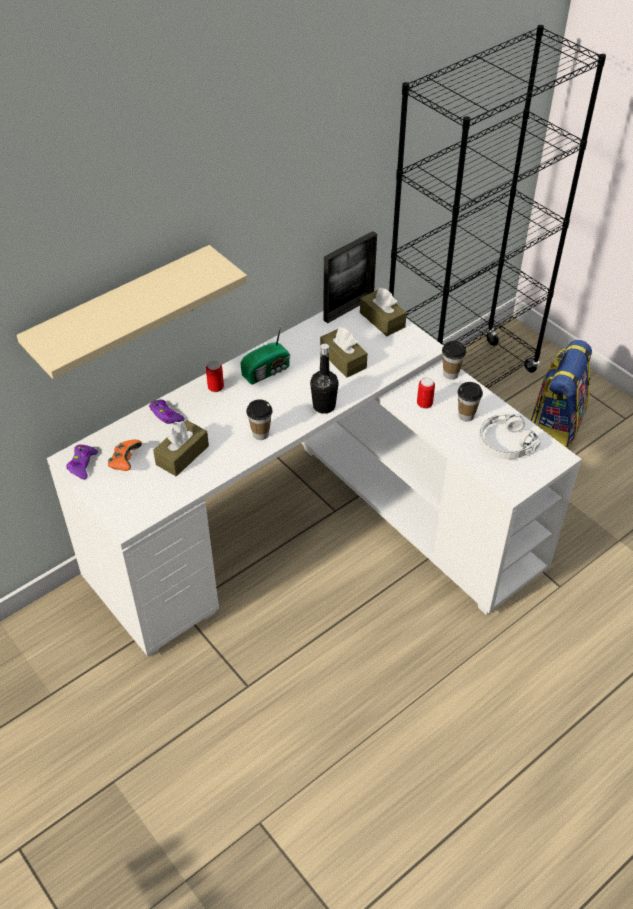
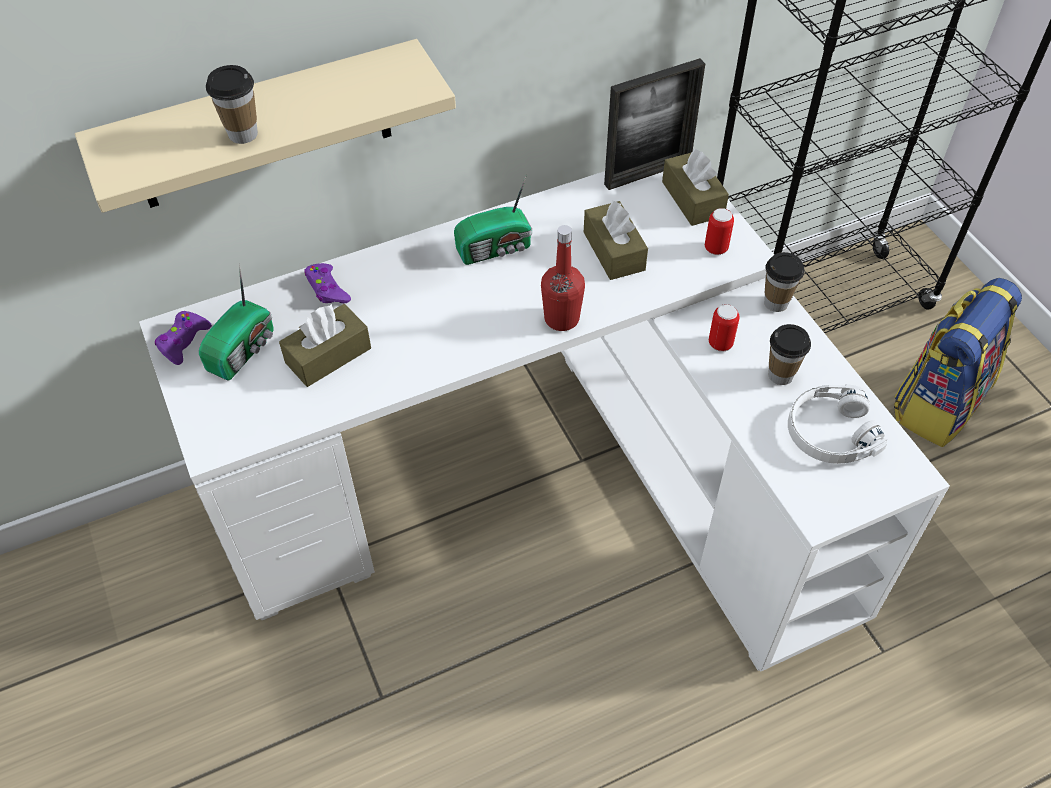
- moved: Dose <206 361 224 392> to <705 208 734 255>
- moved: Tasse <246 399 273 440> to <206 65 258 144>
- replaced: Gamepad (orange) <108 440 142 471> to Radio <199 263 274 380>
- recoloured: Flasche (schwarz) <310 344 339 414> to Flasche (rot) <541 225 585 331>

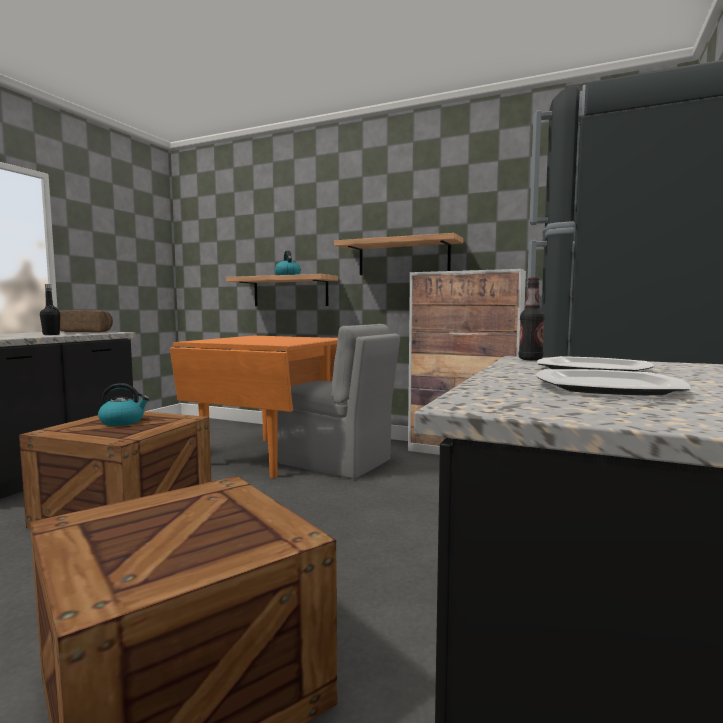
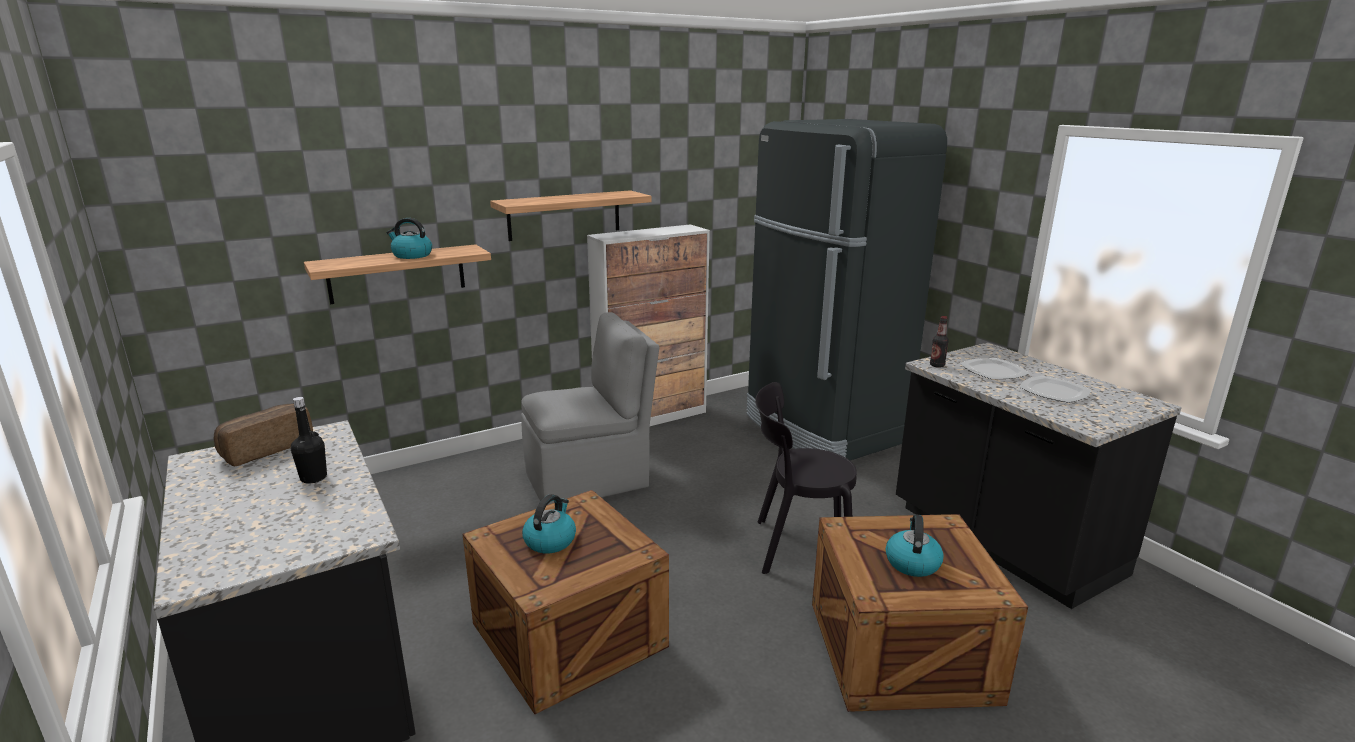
- removed: Esstisch (orange) <170 336 338 478>
- added: Stuhl (schwarz) <755 382 857 574>
- added: Wasserkessel <886 514 944 577>

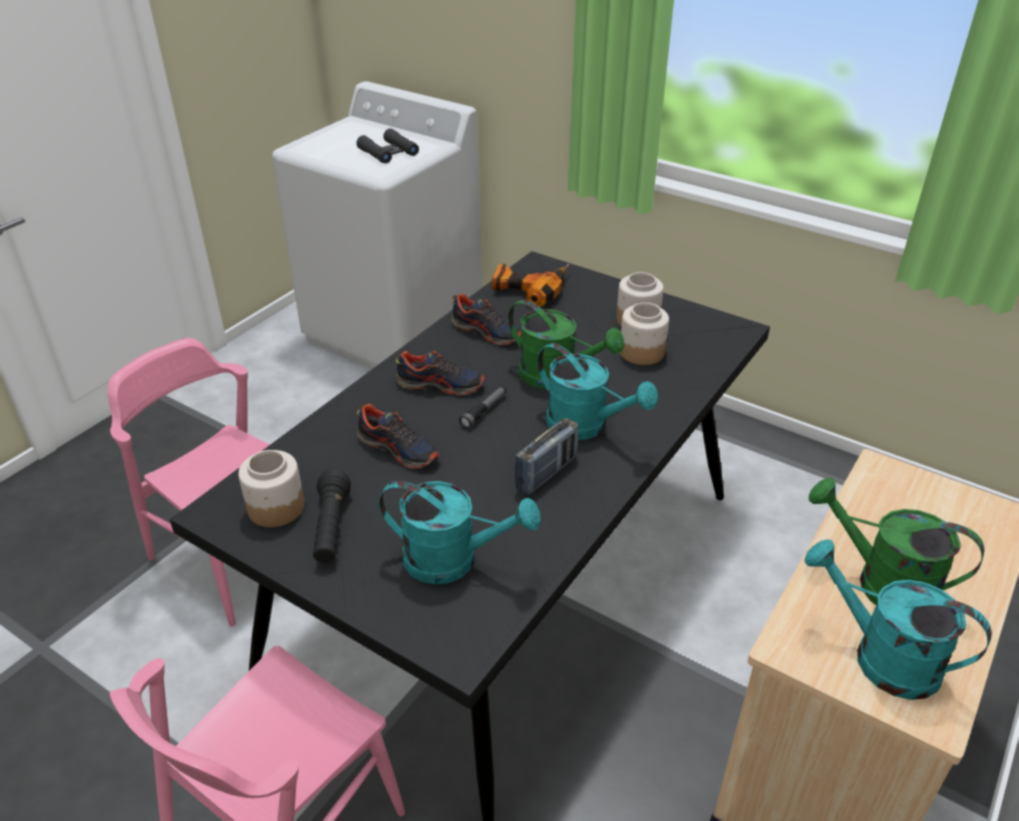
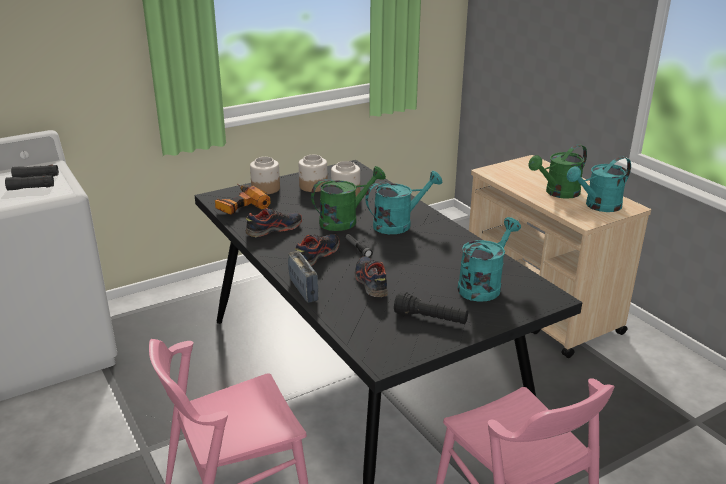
- moved: Vorratsglas <238 450 304 527> to <250 157 280 194>
- moved: Radio <514 418 578 495> to <288 251 318 303>
- turned: Schuh <357 404 439 469> = <355 256 388 297> 75 degrees counterclockwise

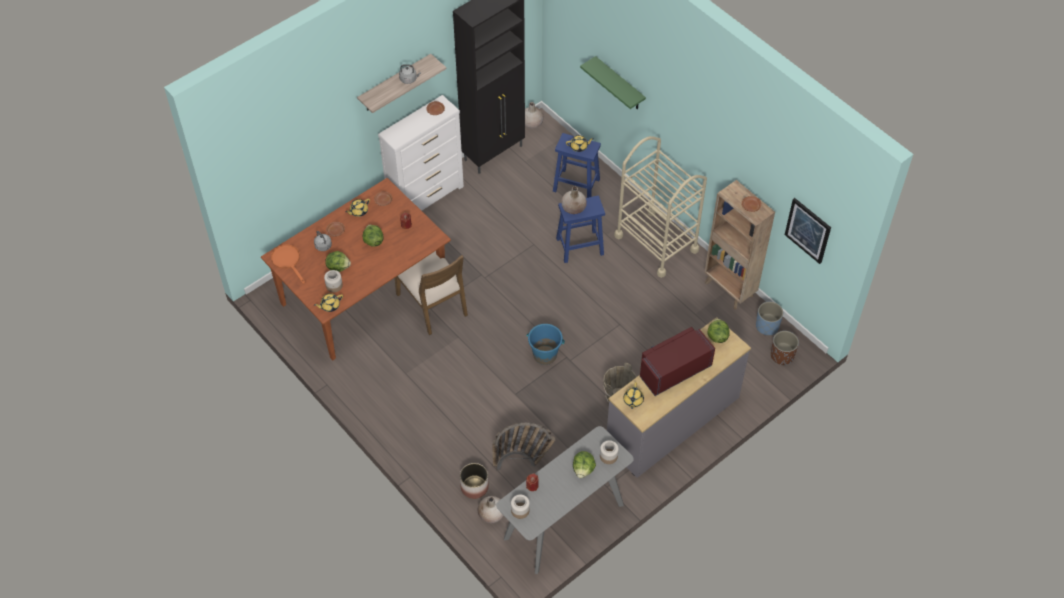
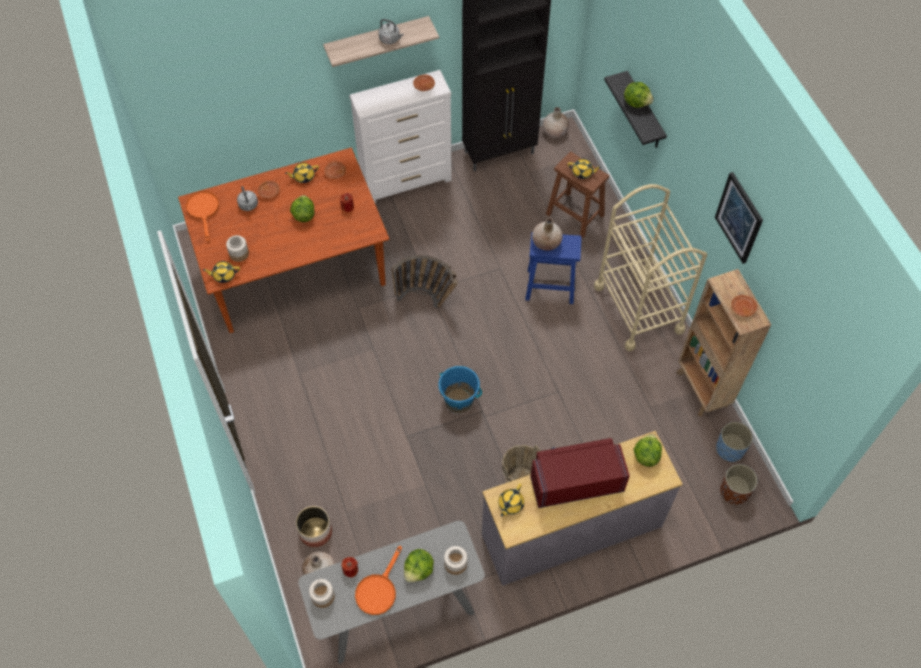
- removed: Stuhl (braun) <395 251 468 335>
- added: Pfanne (orange) <355 546 402 615>
- moved: Salatkopf <325 251 351 272> to <624 82 654 108>
- moved: Korb <492 422 556 471> to <392 255 458 309>
- moved: Bild <785 198 831 264> to <715 172 763 264>
- recoloured: Hocker (blau) <553 133 601 198> to Hocker (braun) <546 152 609 238>
- recoloured: Wandregal (grün) <580 56 646 110> to Wandregal (schwarz) <604 71 667 148>

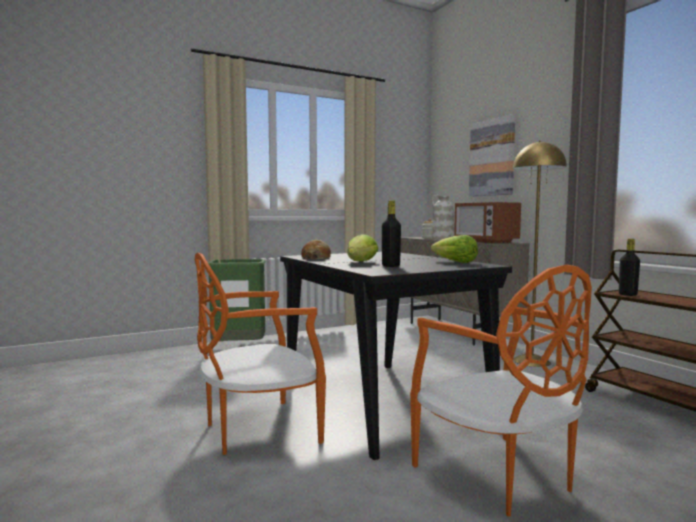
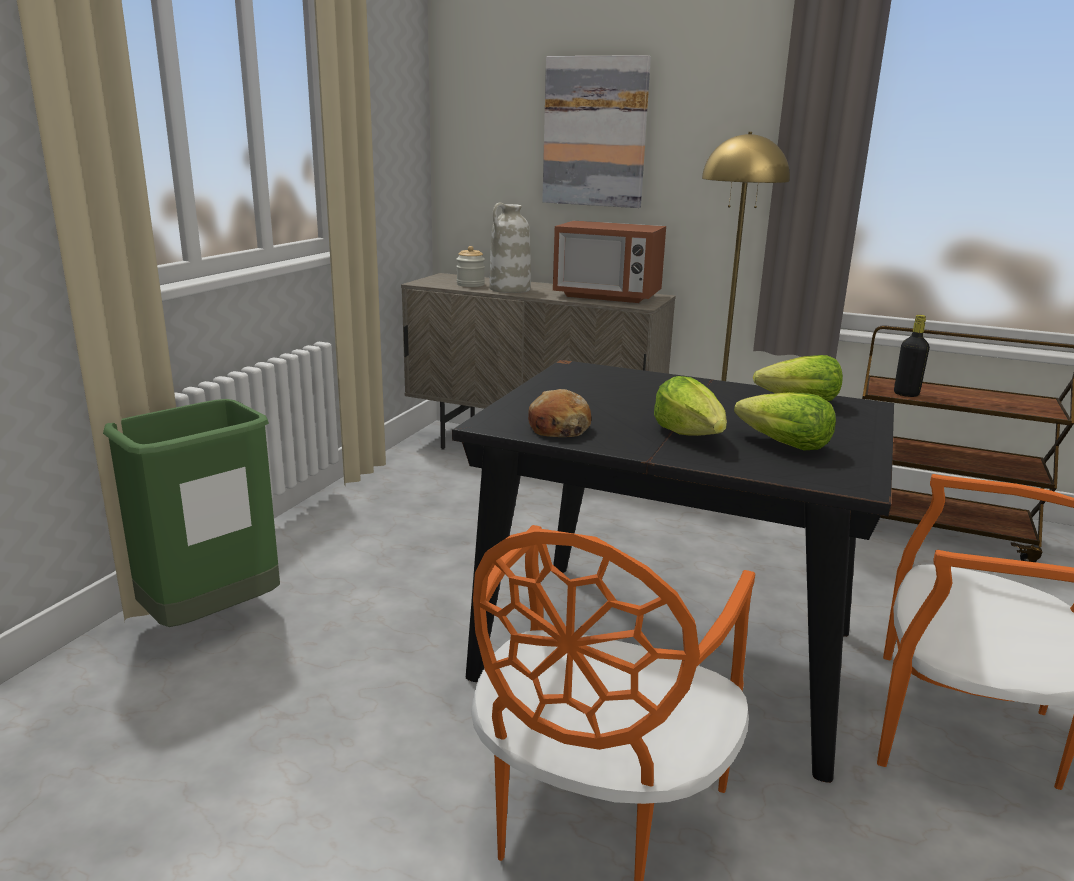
- replaced: Flasche (schwarz) <382 200 401 267> to Salatkopf <734 392 836 451>

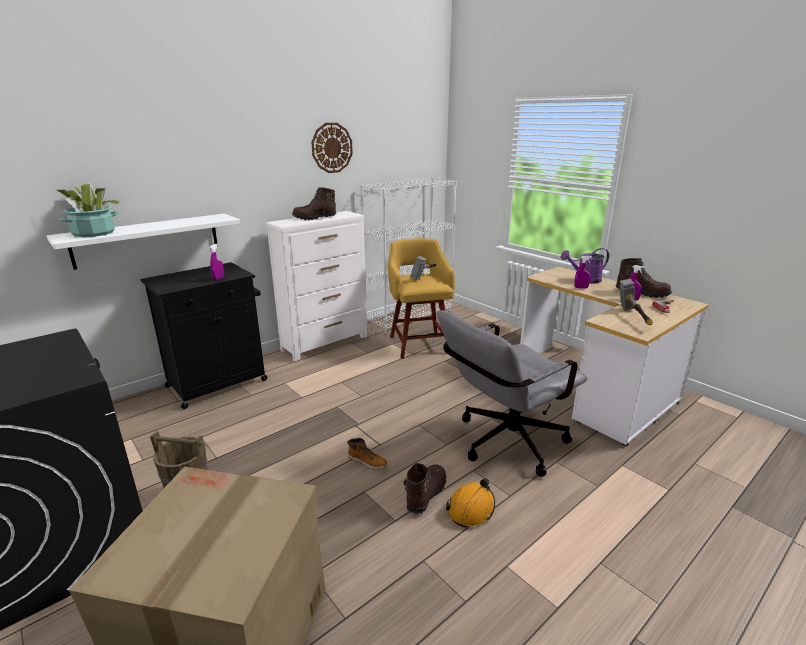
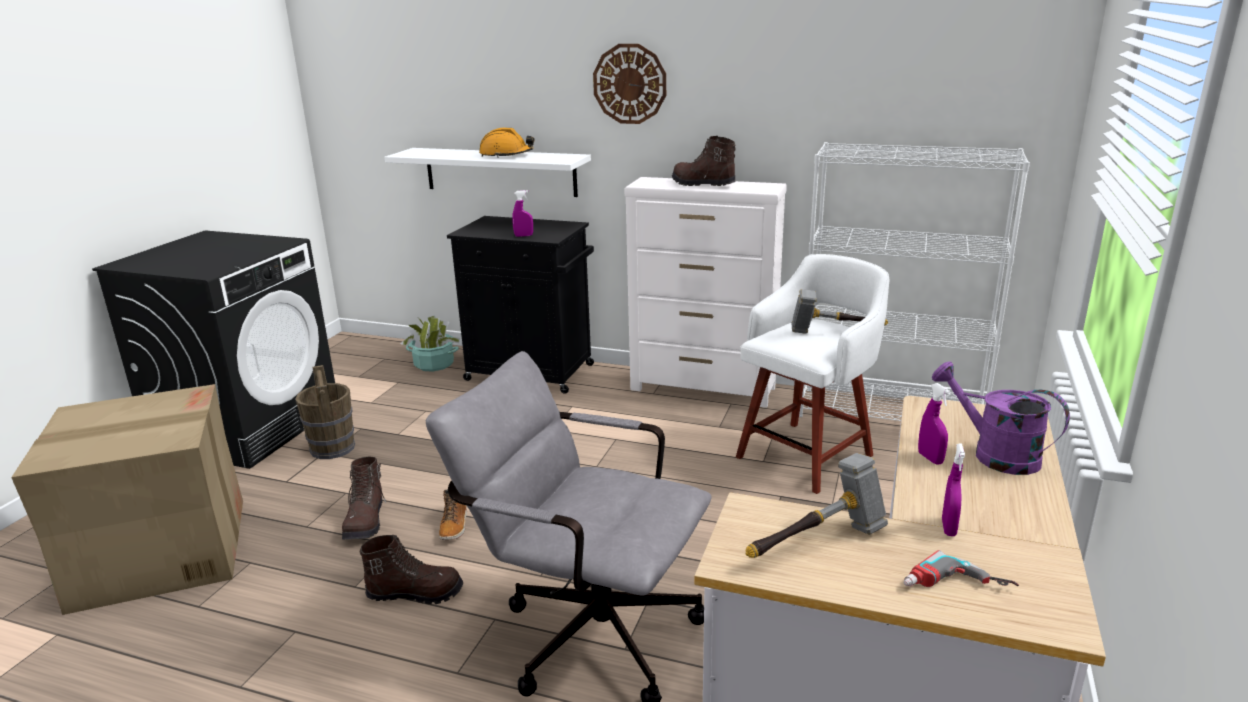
- moved: Topfpflanze <57 183 120 237> to <400 315 460 372>
- moved: Wanduhr <311 123 353 173> to <593 44 666 124>
- moved: Schutzhelm (orange) <446 478 495 527> to <479 128 534 158>
- moved: Stiefel (braun) <616 258 672 298> to <342 456 386 540>
- recoloured: Hocker (gelb) <388 238 455 359> to Hocker (weiß) <736 254 890 494>

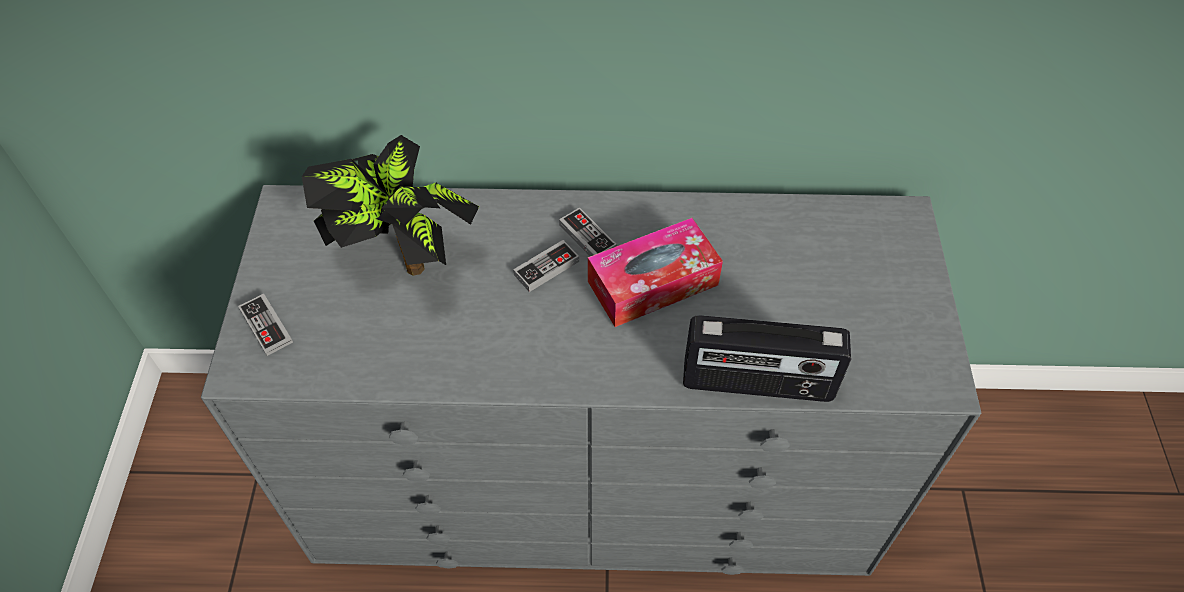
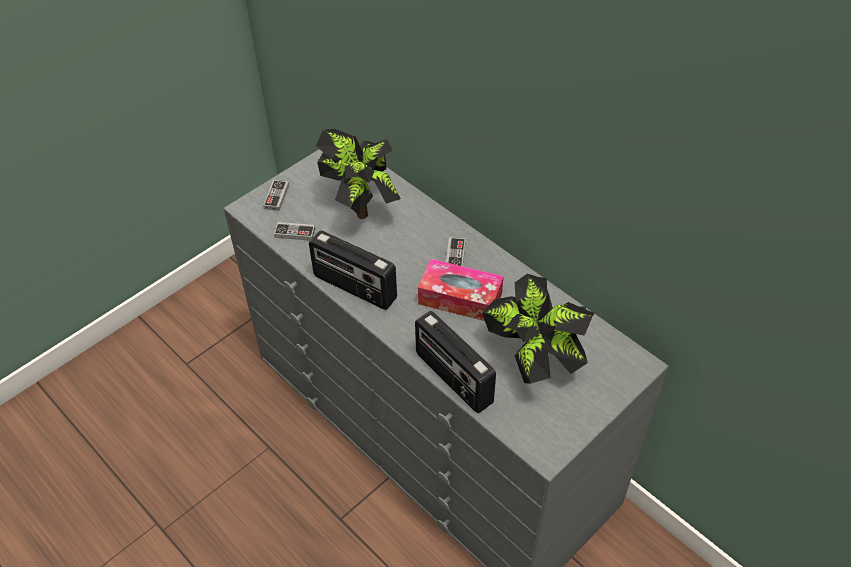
- added: Radio <309 231 397 310>
- added: Topfpflanze <482 274 595 384>
- moved: Gamepad <513 240 579 292> to <274 222 315 241>

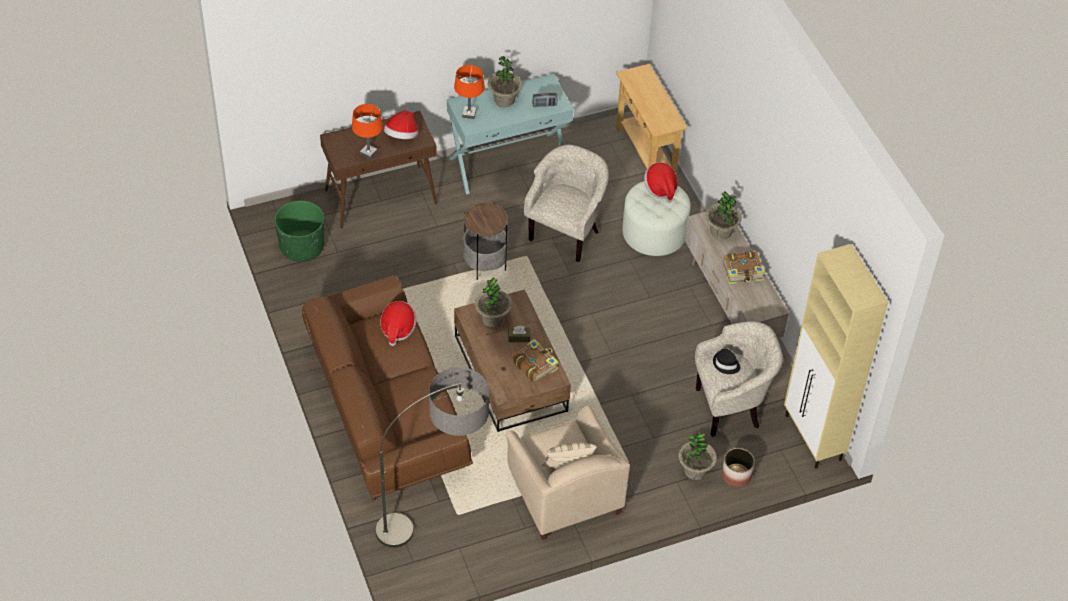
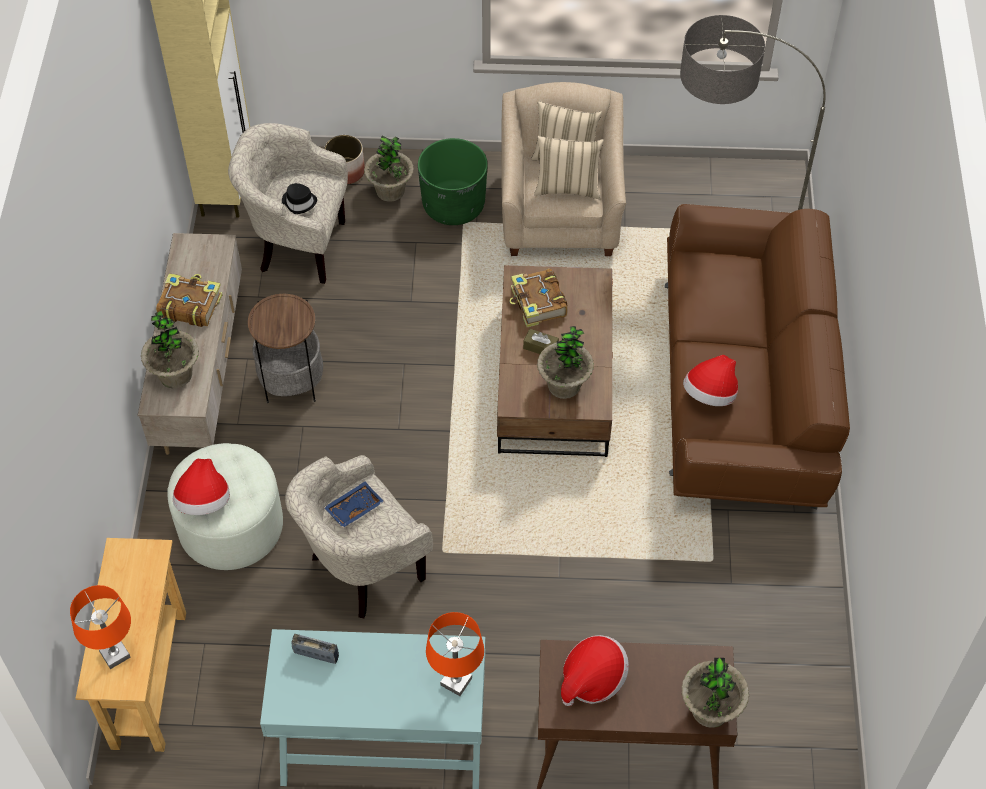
- added: Tablett (blau) <324 482 384 528>
- added: Kissen (beige) <534 136 604 199>
- moved: Pflanzkübel (grün) <275 201 324 262> to <418 138 488 225>
- moved: Tischlampe (orange) <352 104 383 159> to <70 585 131 669>
- moved: Beistelltisch <463 203 508 280> to <248 294 323 403>
- moved: Topfpflanze <488 56 522 108> to <681 658 749 728>

